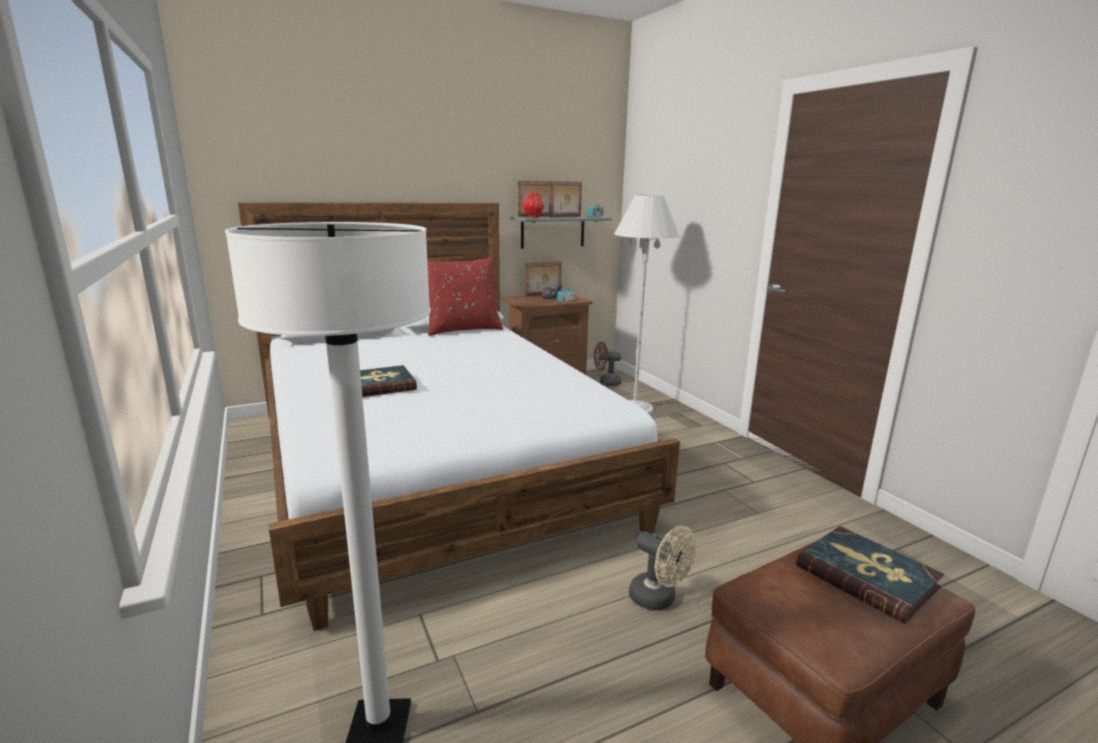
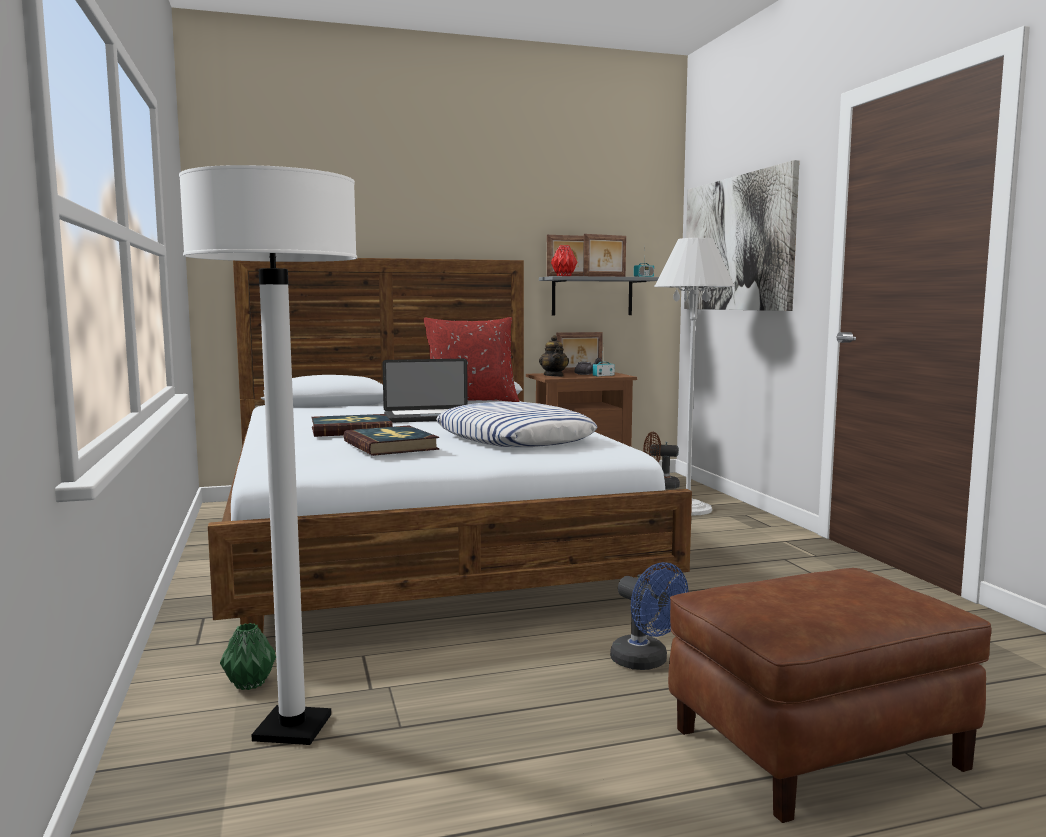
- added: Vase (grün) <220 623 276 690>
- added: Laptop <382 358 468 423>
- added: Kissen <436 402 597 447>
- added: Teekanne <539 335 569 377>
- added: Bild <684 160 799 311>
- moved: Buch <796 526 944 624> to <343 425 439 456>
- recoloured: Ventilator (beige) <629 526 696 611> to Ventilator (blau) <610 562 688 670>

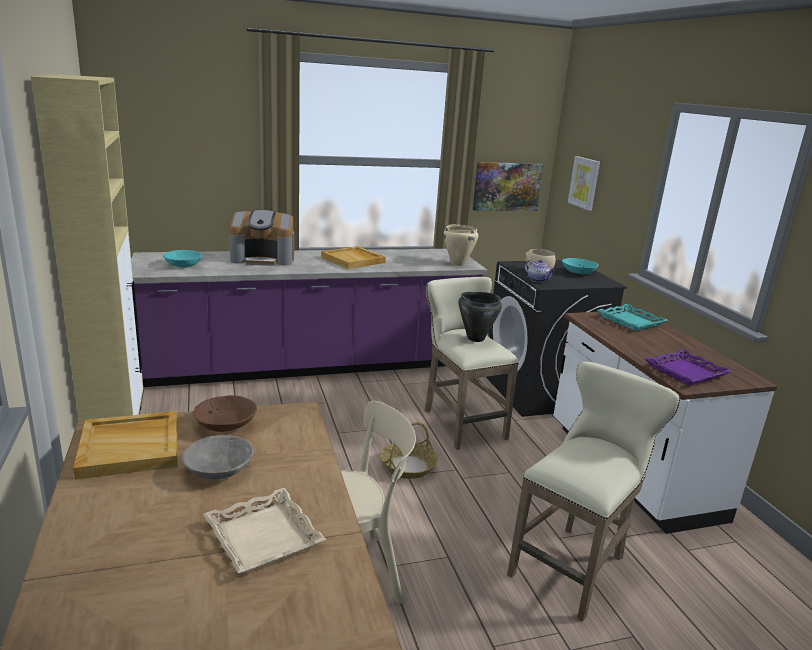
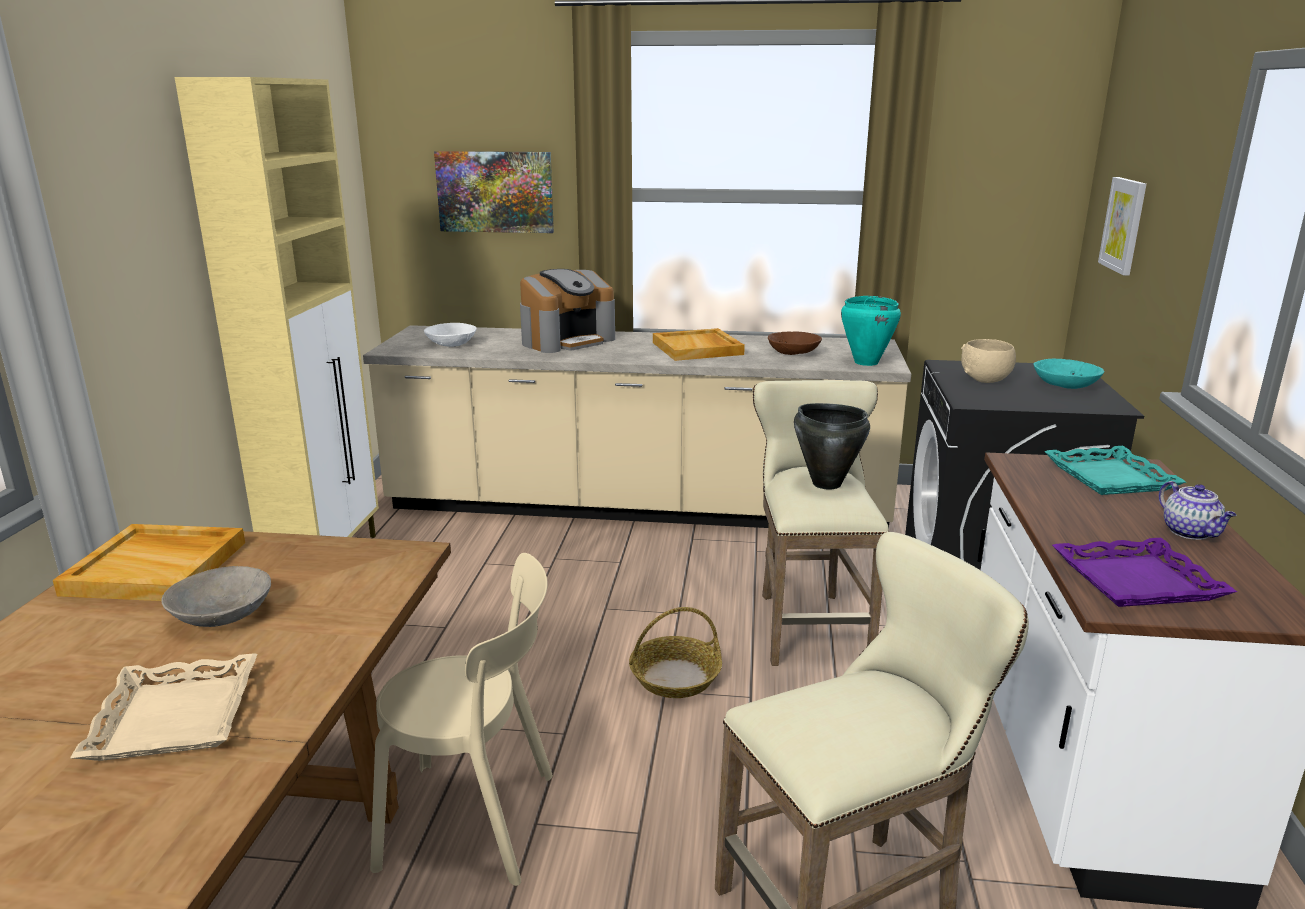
- moved: Schüssel (braun) <194 395 257 432> to <768 331 822 355>
- moved: Bild <473 162 544 211> to <434 151 554 233>
- moved: Teekanne <525 260 555 283> to <1159 481 1236 540>
- recoloured: Küchenzeile (lila) <131 249 487 387> to Küchenzeile (beige) <363 325 911 529>
- recoloured: Schüssel (türkis) <163 250 202 268> to Schüssel (weiß) <424 323 477 347>
- recoloured: Kochtopf (beige) <444 224 478 266> to Kochtopf (türkis) <841 296 901 366>
- turned: Kaffeemaschine <229 210 294 266> = <520 269 615 353> 60 degrees counterclockwise

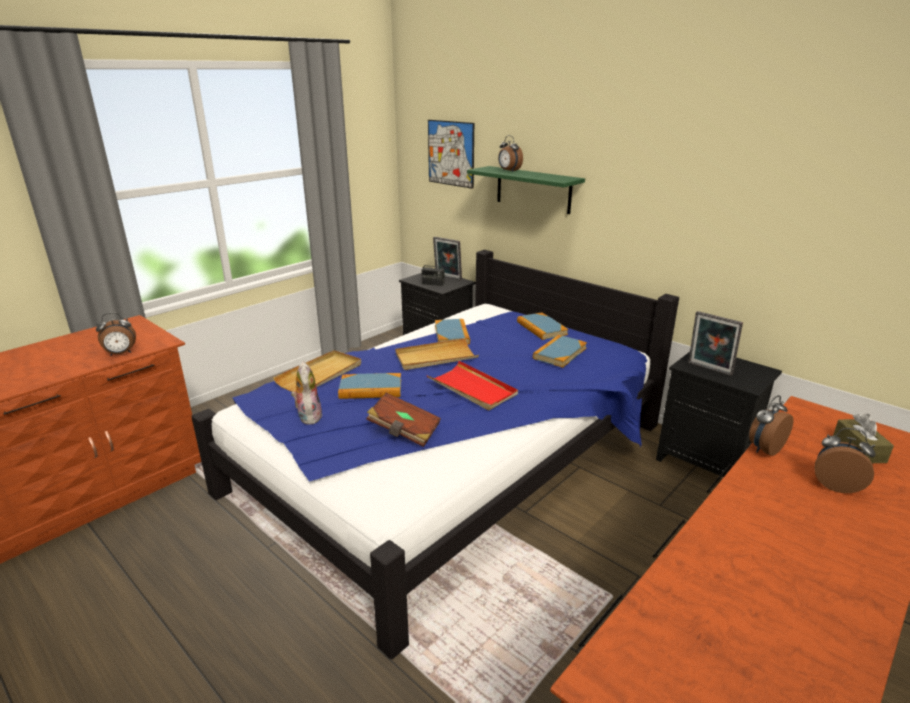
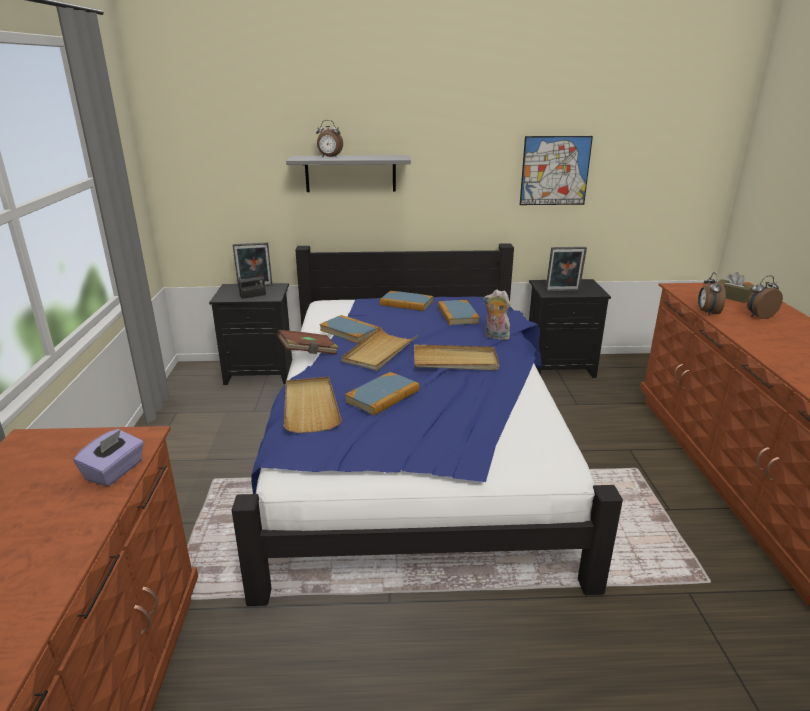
- moved: Plüschtier <291 362 323 425> to <483 290 510 340>
- moved: Buch (braun) <366 393 441 447> to <277 330 339 355>
- moved: Bild <428 120 474 189> to <519 136 593 205>
- replaced: Wecker <96 312 136 356> to Taschentuchbox (lila) <73 429 144 486>
- recoloured: Tablett (rot) <427 361 518 410> to Tablett (beige) <414 345 499 370>
- recoloured: Wandregal (grün) <467 166 585 214> to Wandregal (grau) <286 155 411 192>

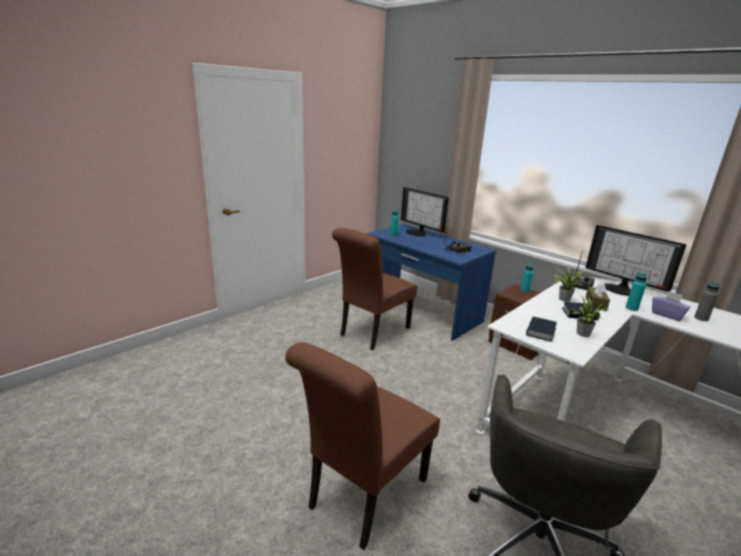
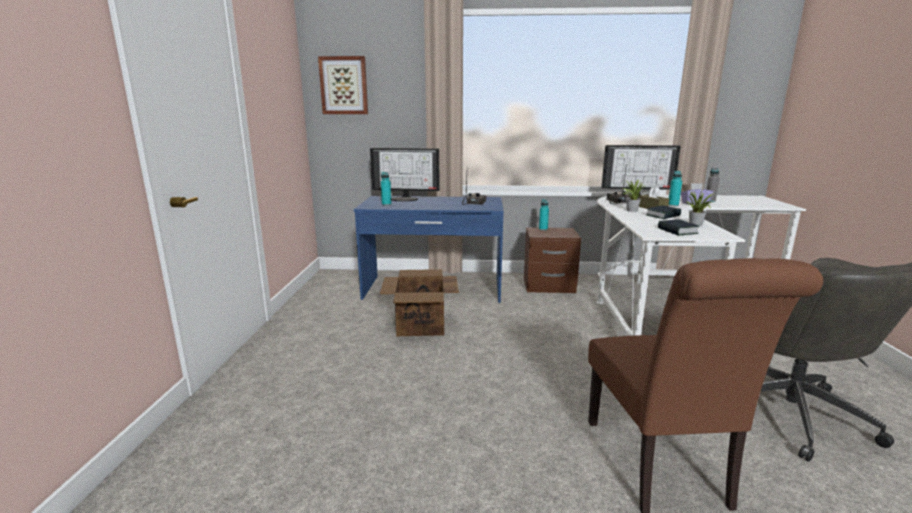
- added: Bild <318 56 368 114>
- replaced: Stuhl (braun) <332 228 417 350> to Karton <380 269 459 336>

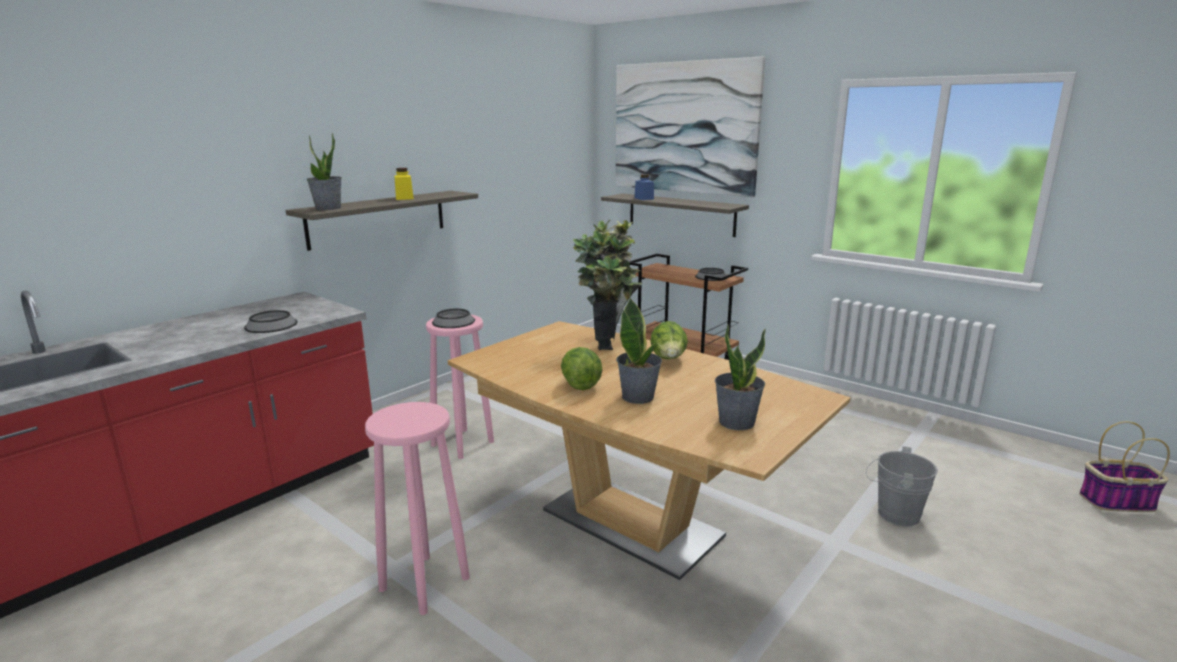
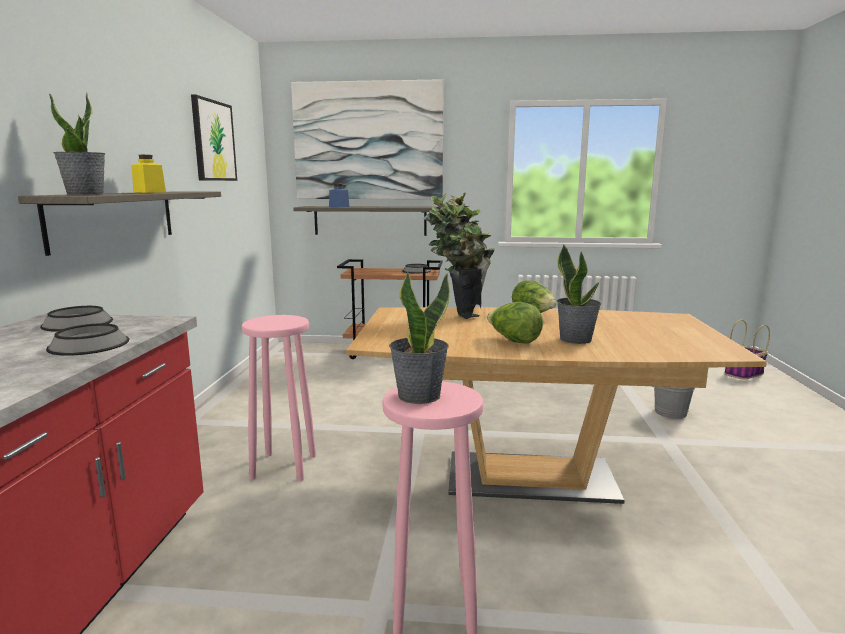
- added: Bild <191 95 237 181>
- moved: Schüssel <432 309 475 328> to <40 306 113 332>
- moved: Topfpflanze <715 324 766 430> to <389 272 449 404>

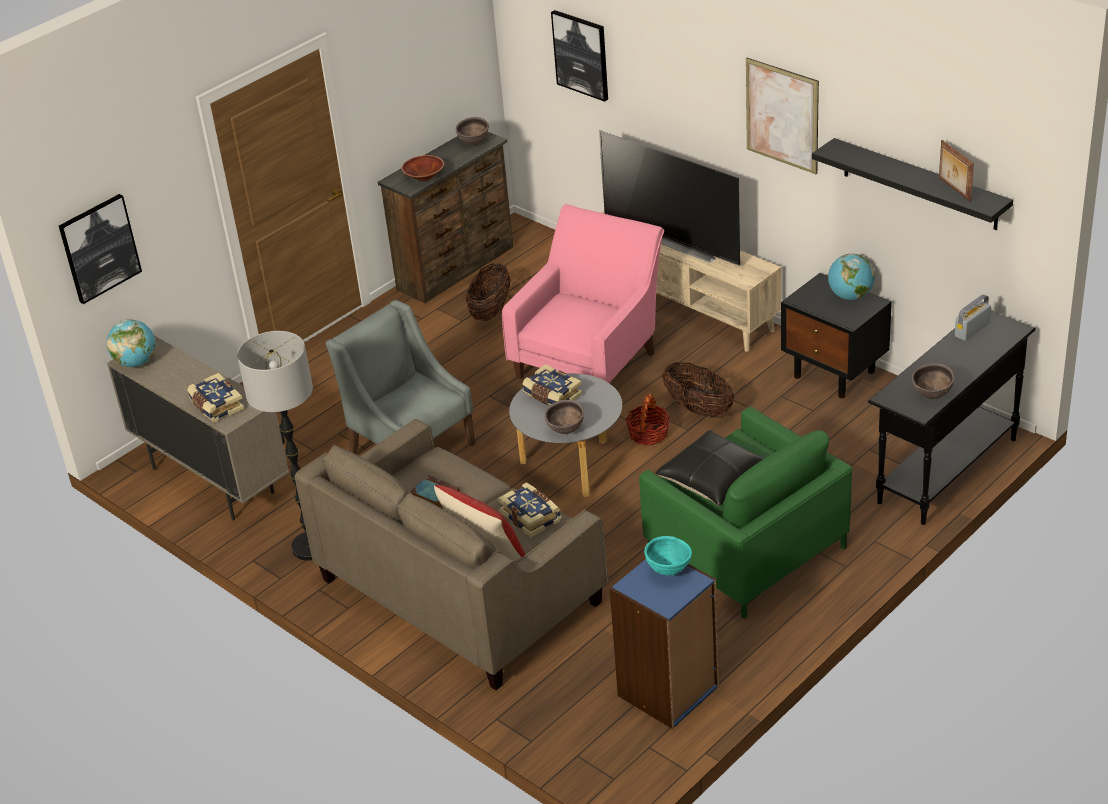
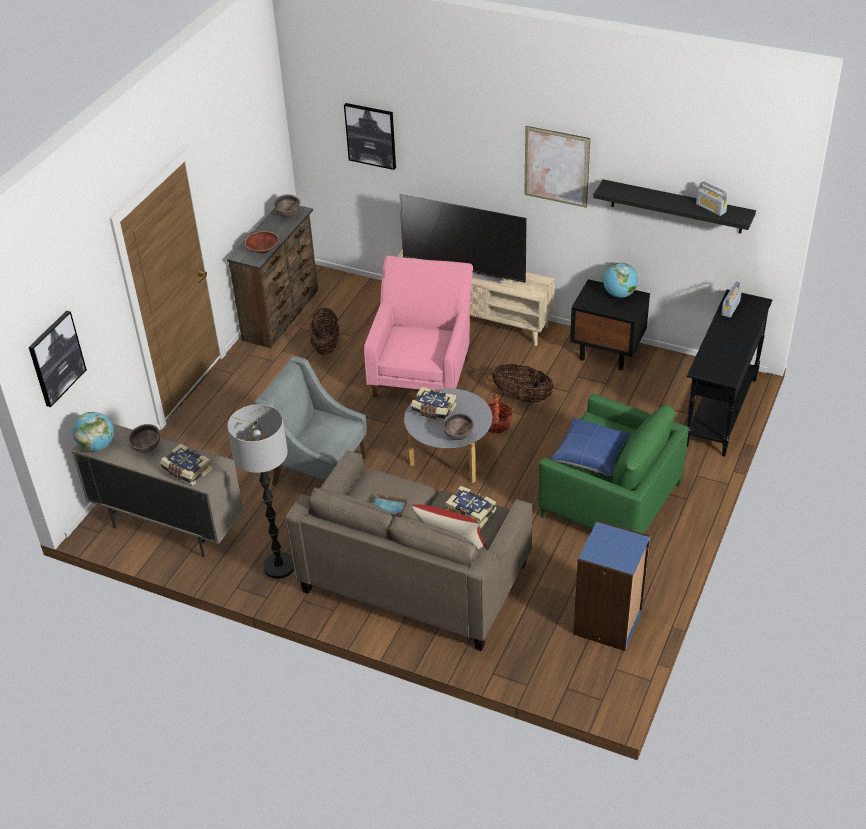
- removed: Schüssel (türkis) <644 536 692 576>
- moved: Schüssel (braun) <912 363 955 399> to <128 424 160 453>
- replaced: Bilderrahmen <939 140 974 202> to Radio <696 182 728 216>
- recoloured: Kissen (schwarz) <656 430 765 506> to Kissen (blau) <551 418 632 476>

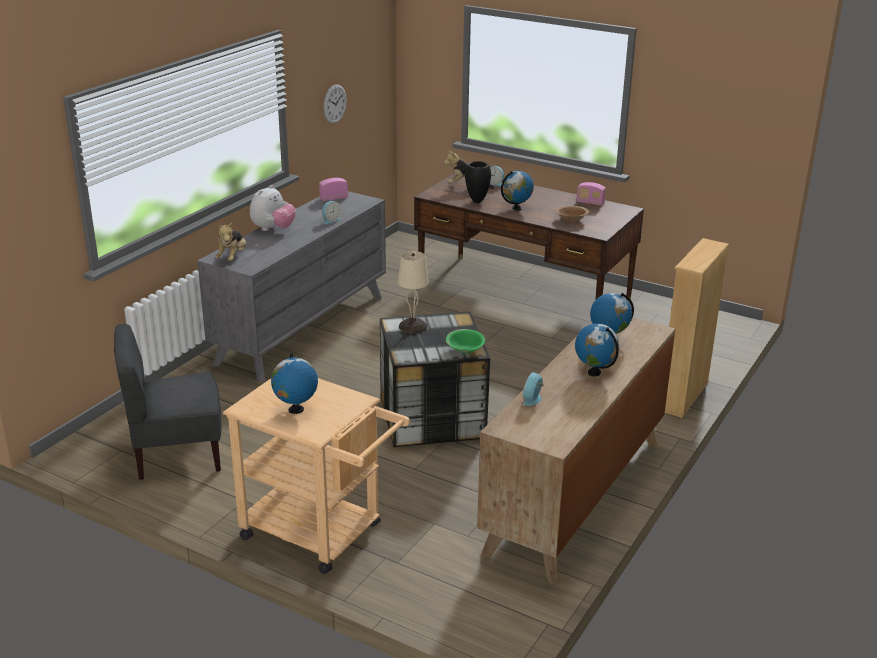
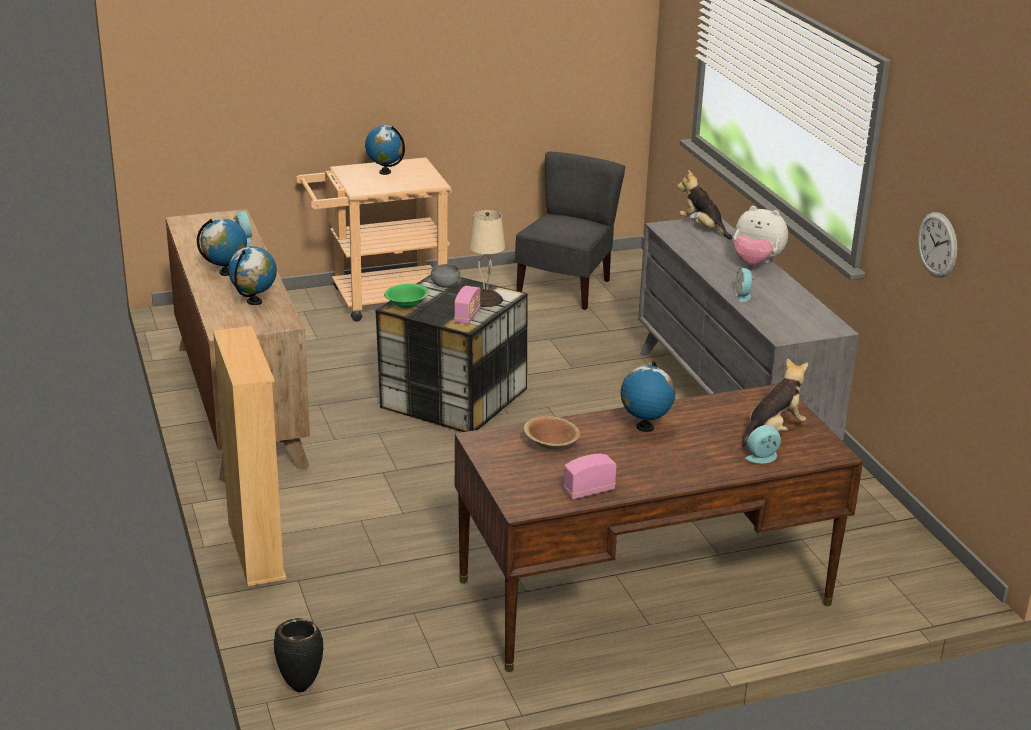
- added: Schüssel (grau) <431 264 460 288>
- moved: Radio <319 178 348 201> to <454 286 480 324>
- moved: Vase (schwarz) <465 161 491 203> to <274 618 323 692>
- turned: Plüschtier <250 185 296 231> = <733 206 788 265> 45 degrees counterclockwise

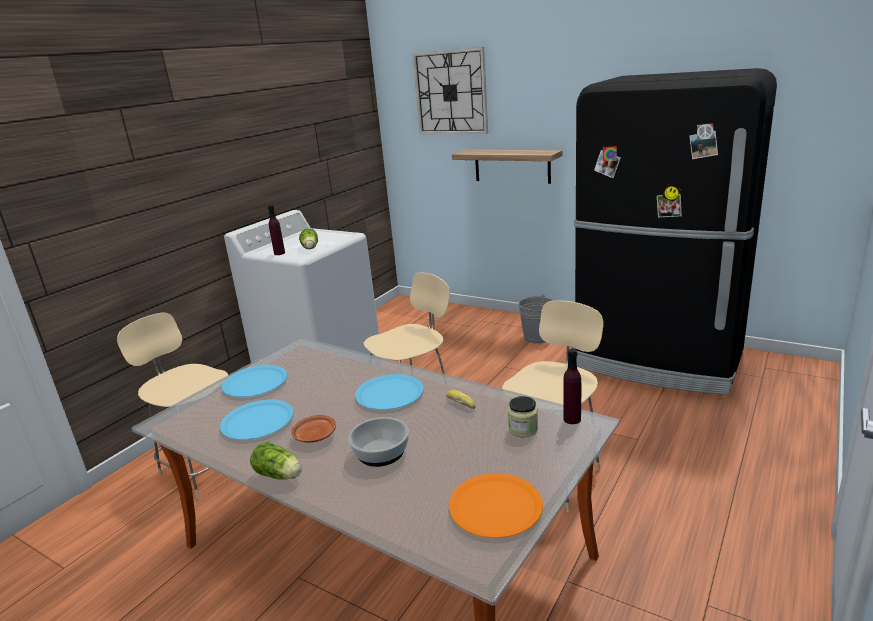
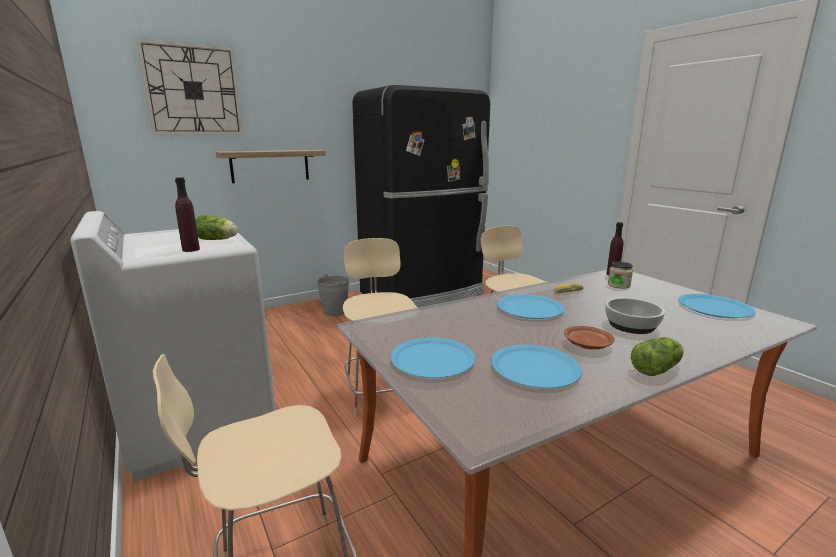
- recoloured: Teller (orange) <449 473 543 538> to Teller (blau) <678 294 756 318>

